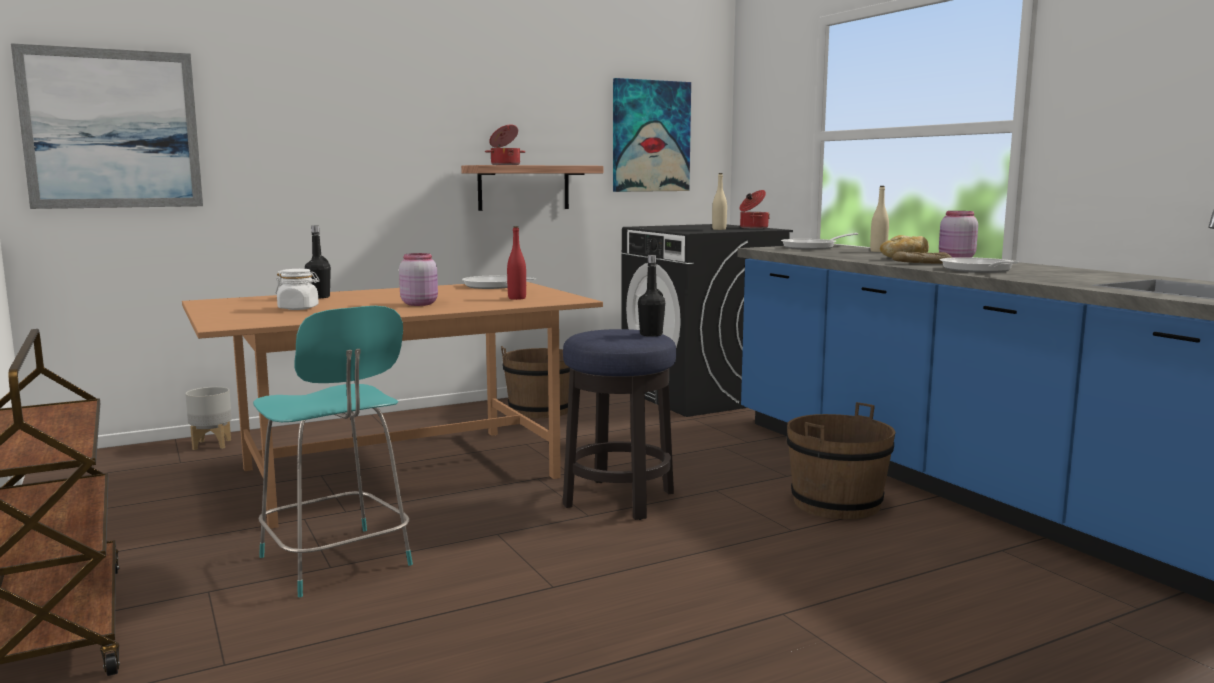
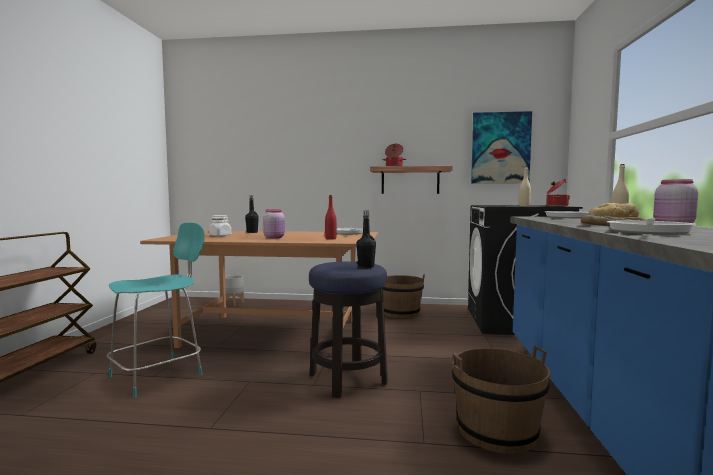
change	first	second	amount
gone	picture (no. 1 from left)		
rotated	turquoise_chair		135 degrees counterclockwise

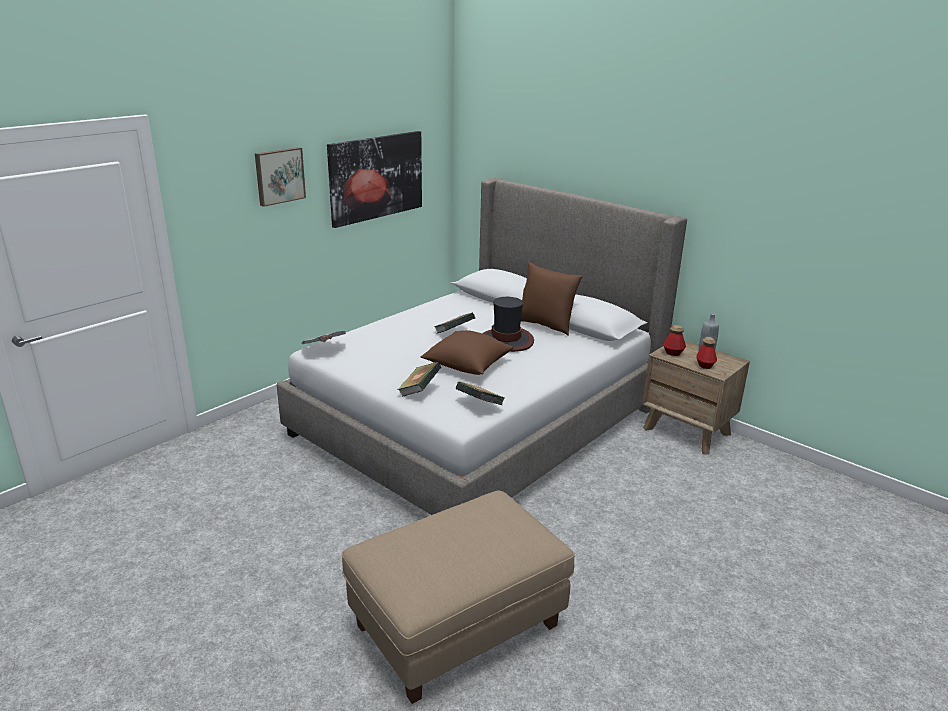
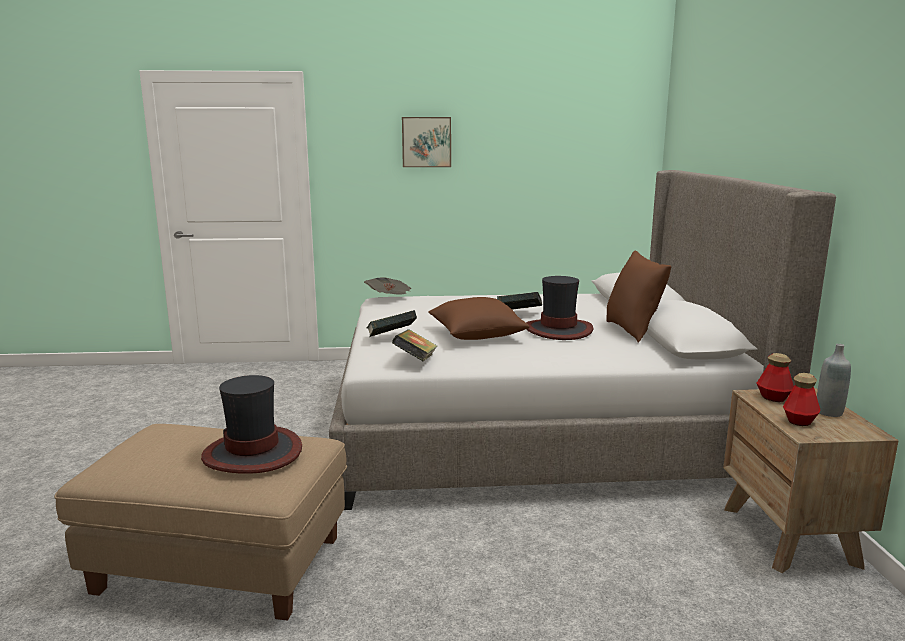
change	first	second	amount
gone	picture (no. 2 from left)		
new		hat (no. 1 from left)	

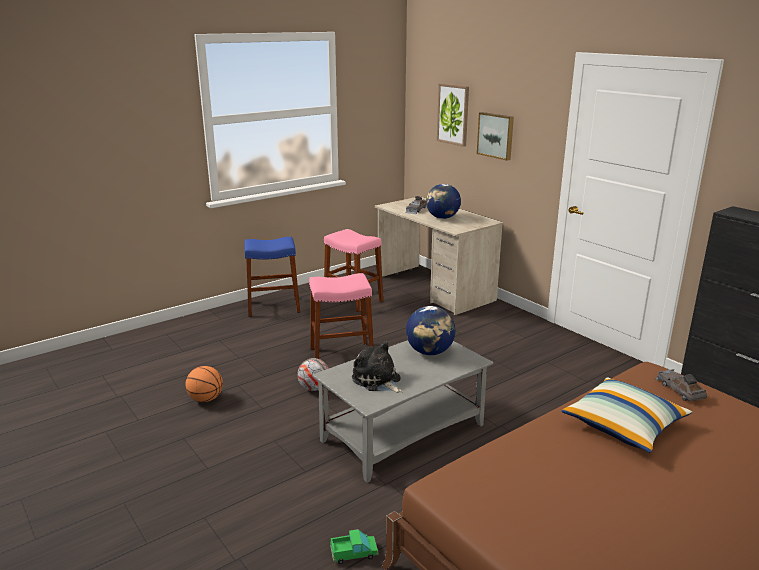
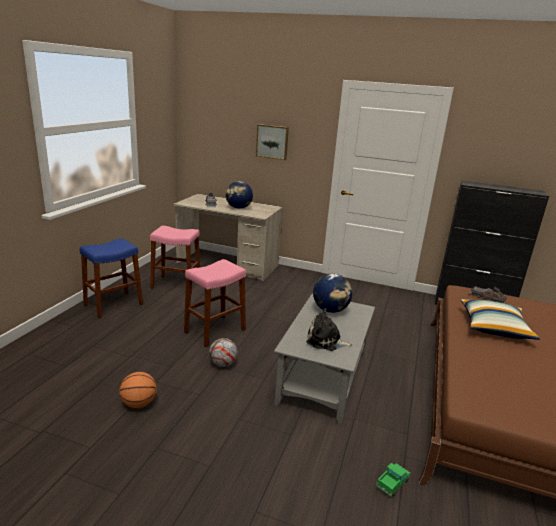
change	first	second	amount
gone	picture (no. 1 from left)		

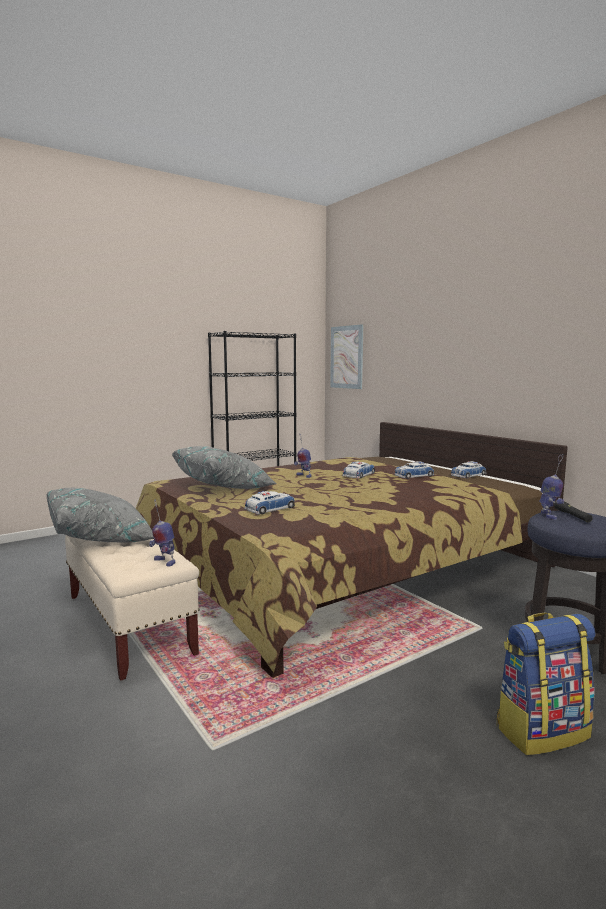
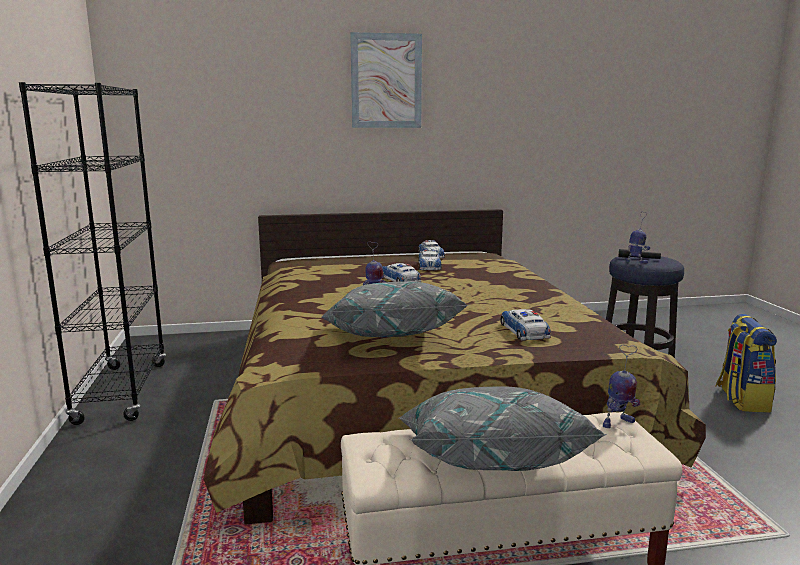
change	first	second	amount
shifted	picture		

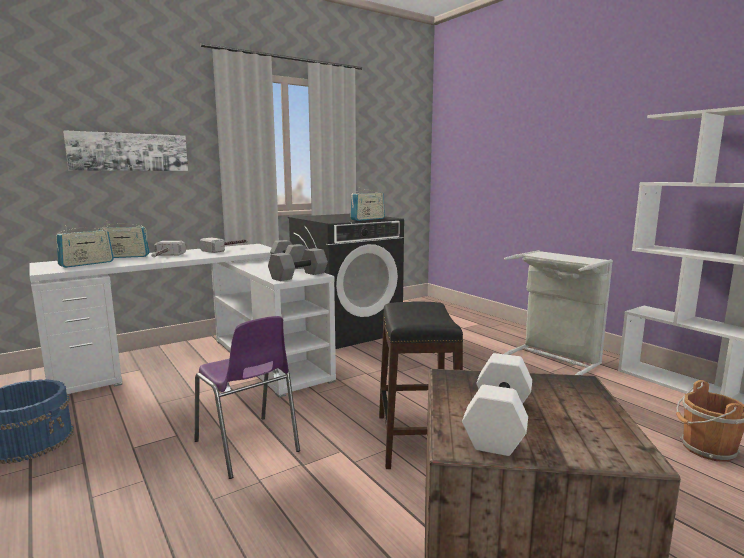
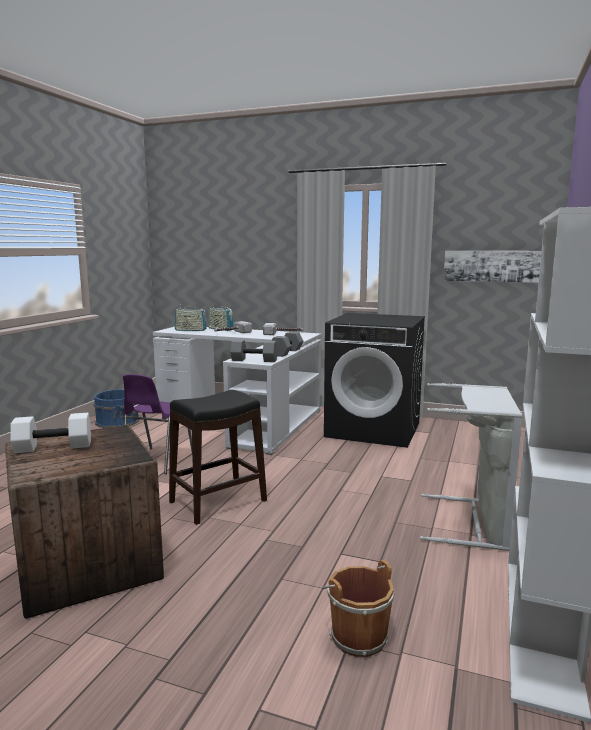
change	first	second	amount
shifted	picture		
gone	radio (no. 3 from left)		

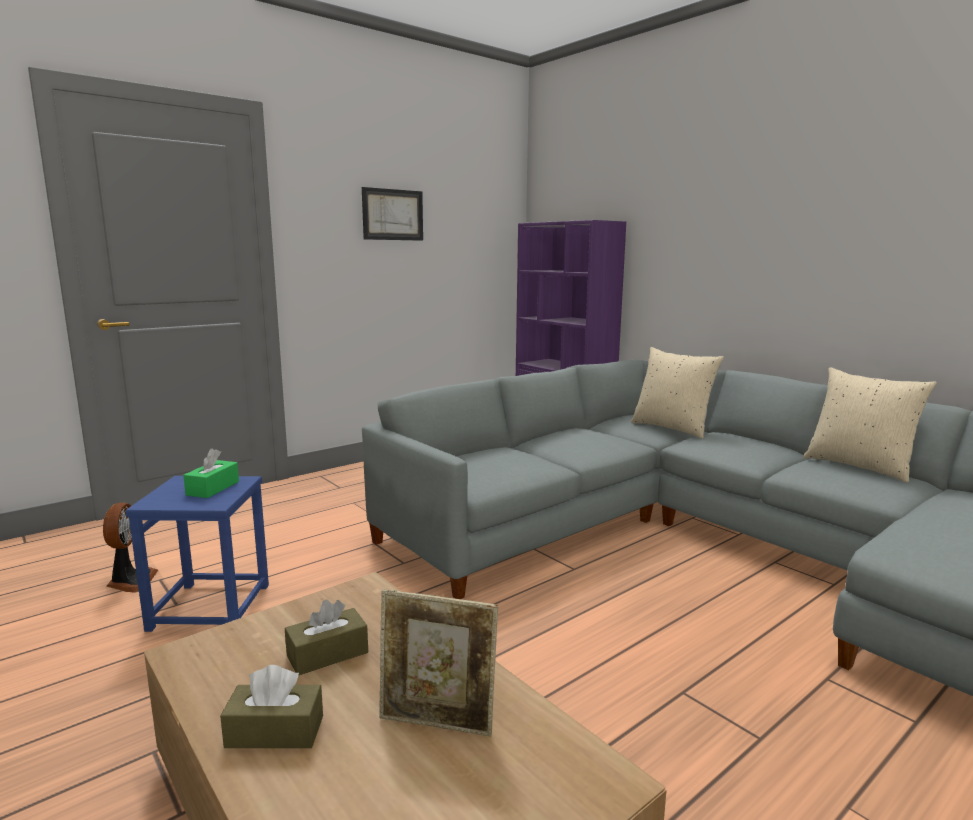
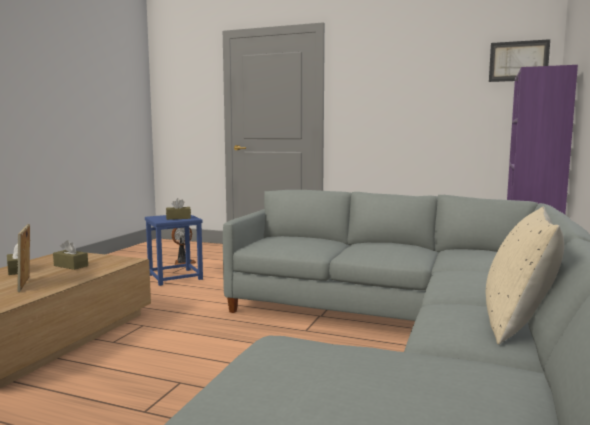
change	first	second	amount
repainted	green_tissue_box	brown_tissue_box (no. 3 from left)	
shifted	picture		
gone	beige_pillow (no. 1 from left)		

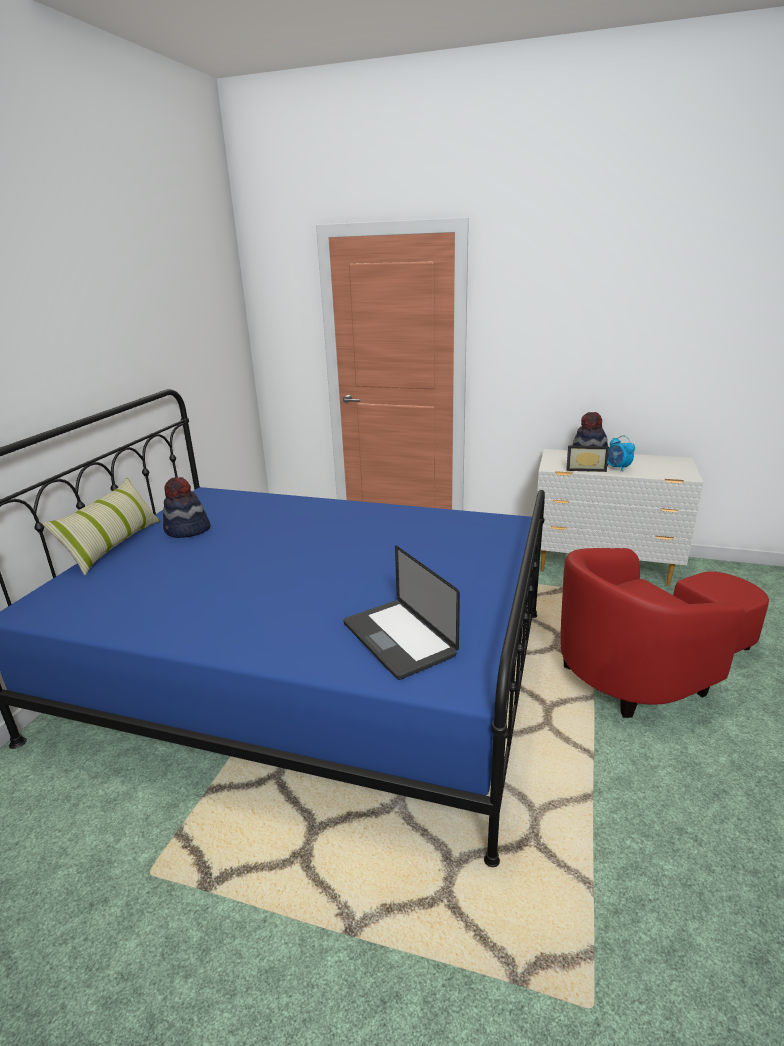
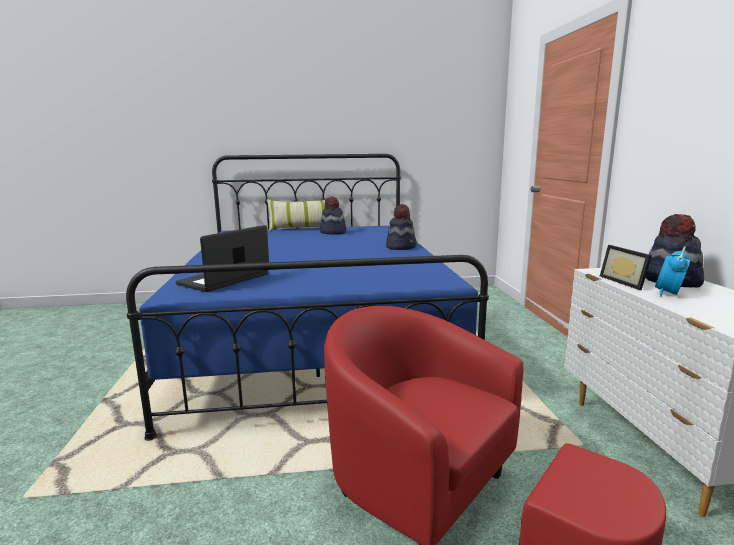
change	first	second	amount
new		hat (no. 2 from left)	

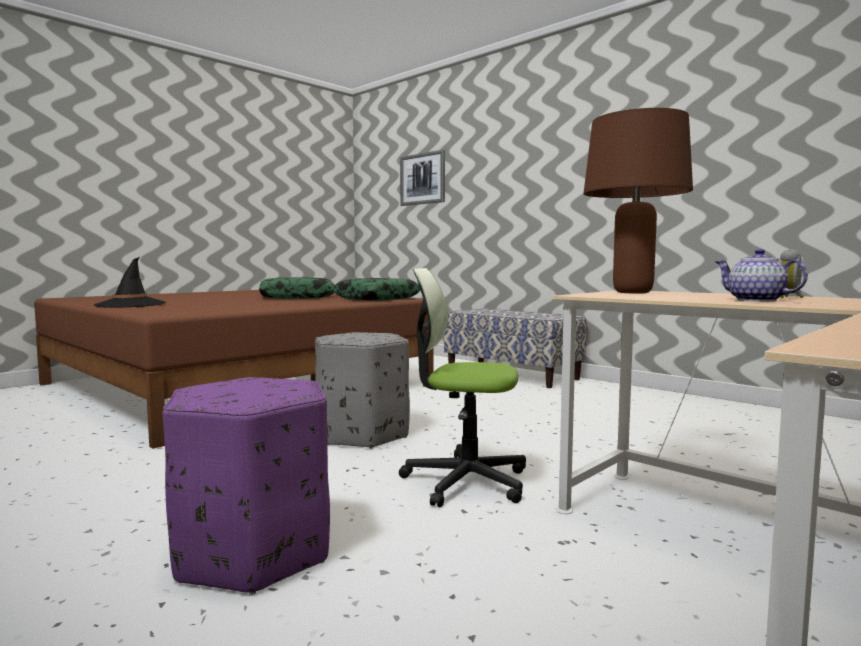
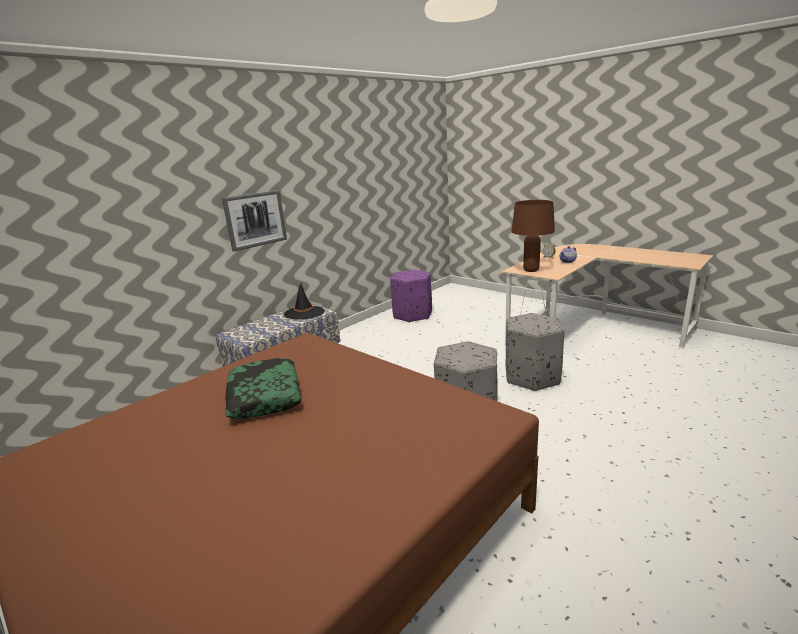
change	first	second	amount
shifted	black_hat		
shifted	purple_ottoman		
gone	pillow (no. 2 from left)		
swapped	office_chair	grey_ottoman (no. 2 from left)	
shifted	picture		

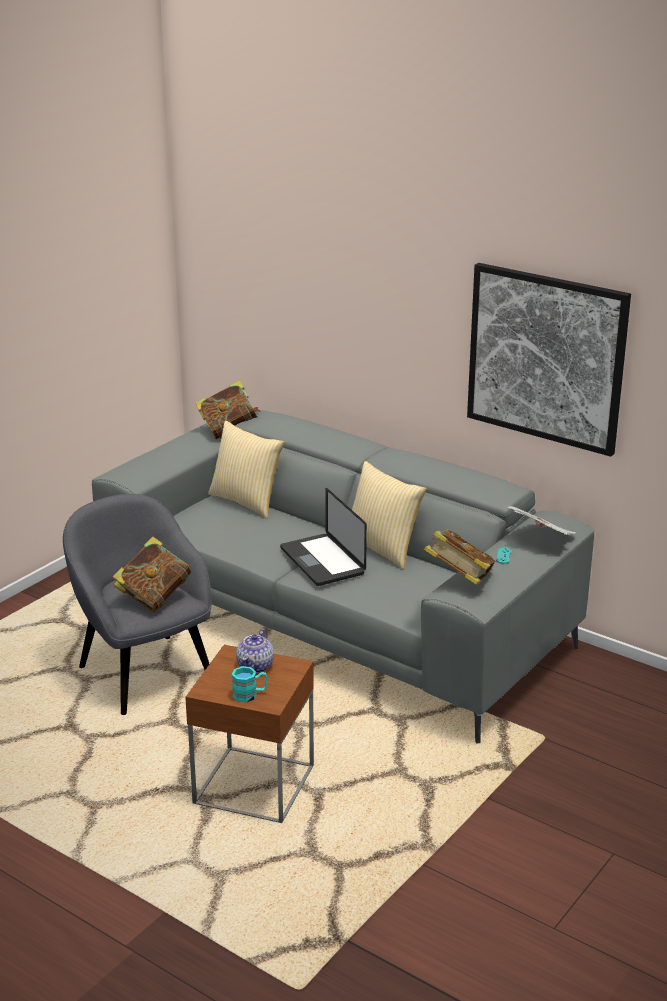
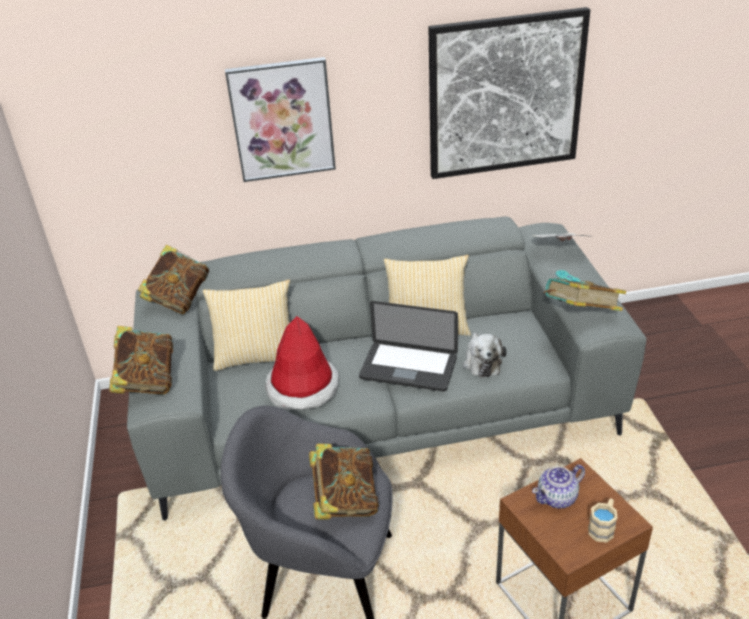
change	first	second	amount
repainted	turquoise_mug	beige_mug	
rotated	teapot		90 degrees clockwise
new		book (no. 1 from left)	
new		picture (no. 1 from left)	
new		hat	
new		plush_toy	

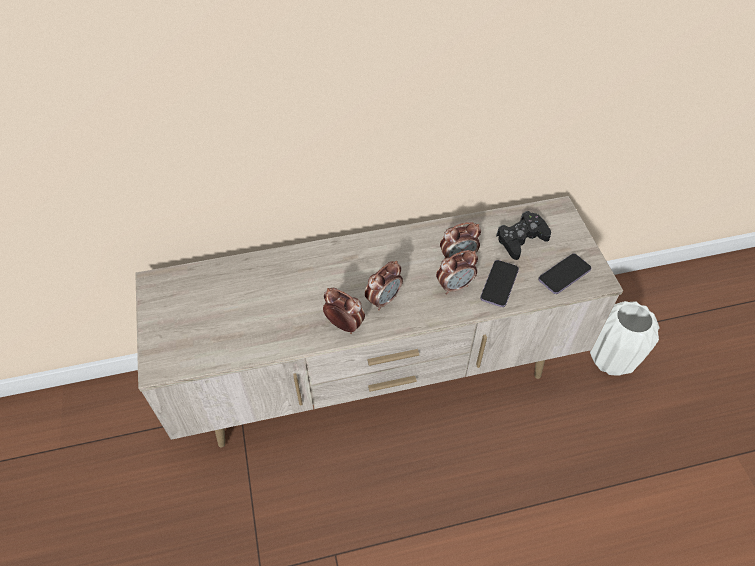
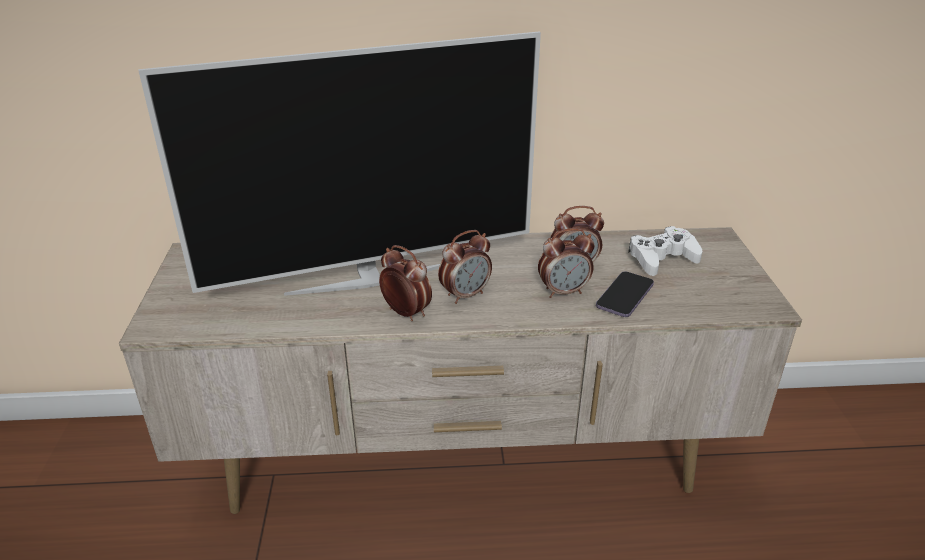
change	first	second	amount
repainted	black_game_controller	white_game_controller	
gone	phone (no. 2 from left)		
gone	white_vase		
new		television	

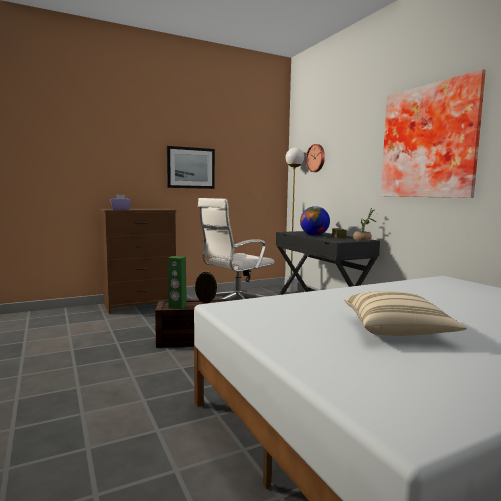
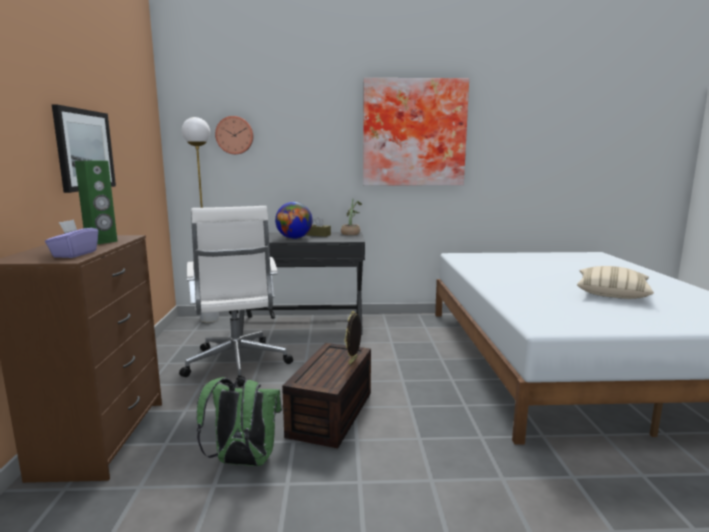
change	first	second	amount
shifted	green_speaker		
new		green_backpack	

